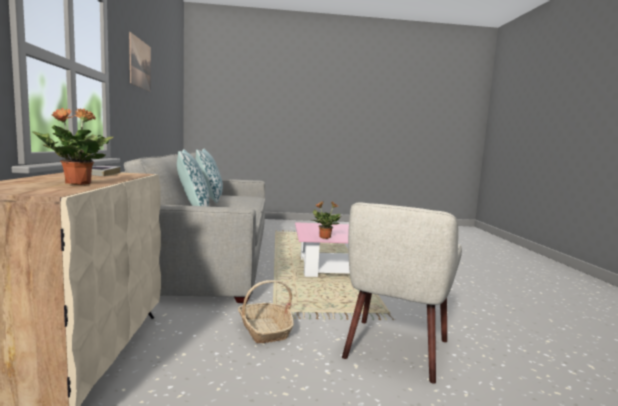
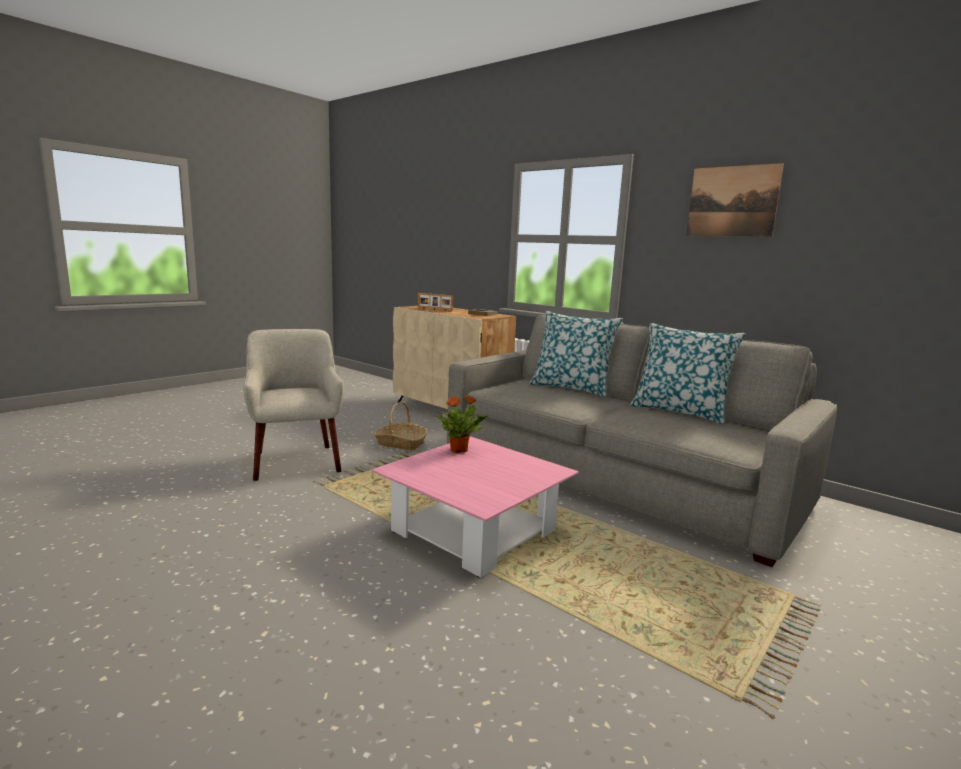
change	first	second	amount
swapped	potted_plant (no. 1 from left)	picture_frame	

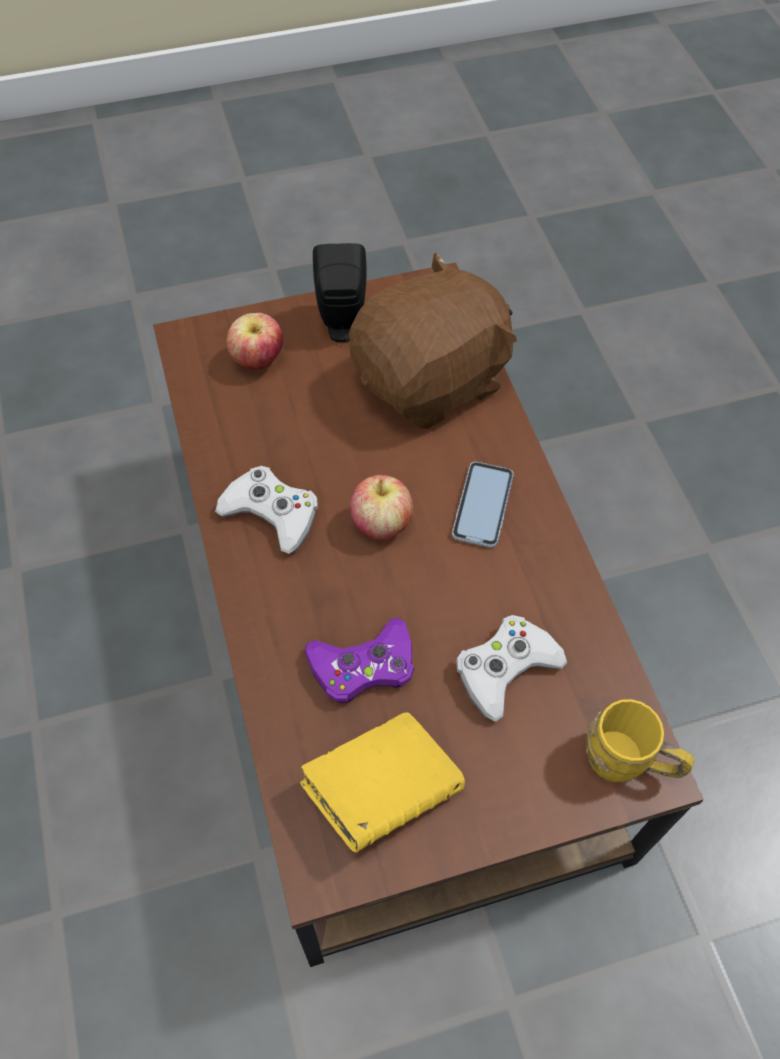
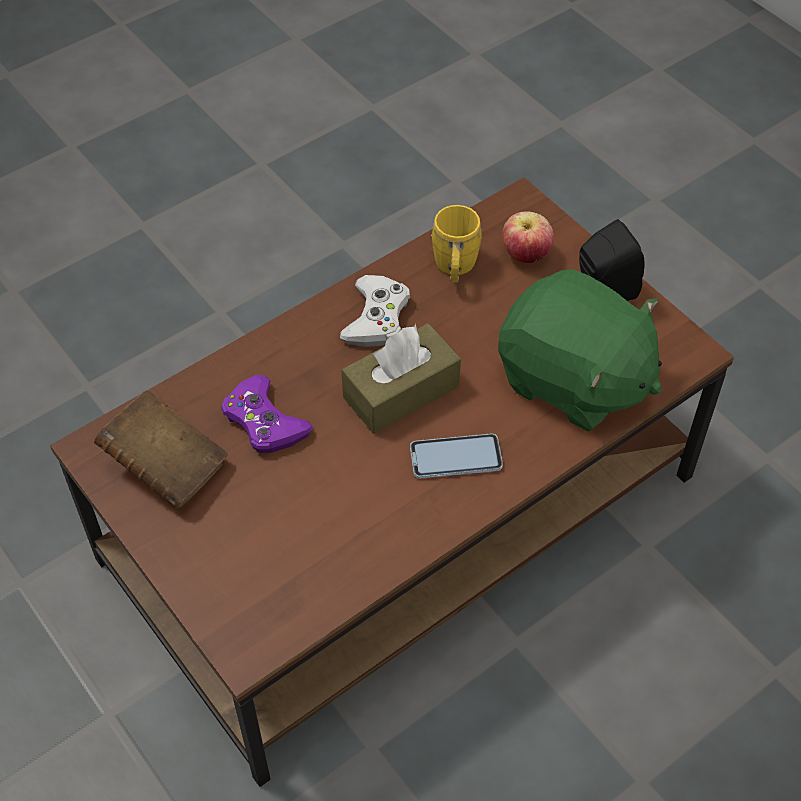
change	first	second	amount
repainted	yellow_book	brown_book	
repainted	brown_plush_toy	green_plush_toy	
swapped	apple (no. 2 from left)	brown_tissue_box	
gone	white_game_controller (no. 2 from left)		
shifted	yellow_mug		

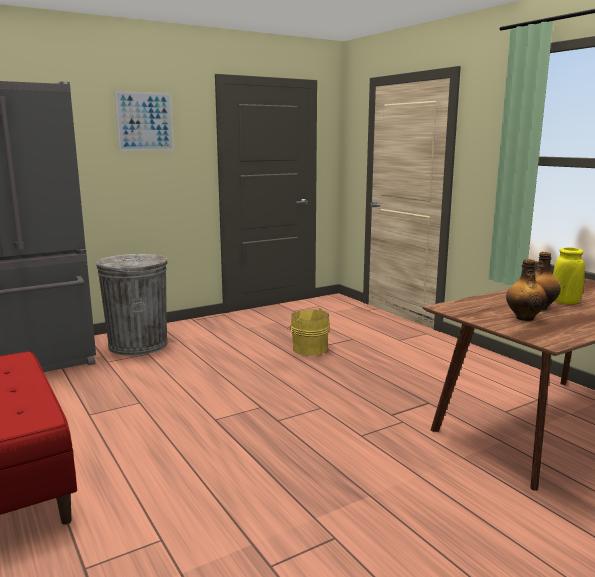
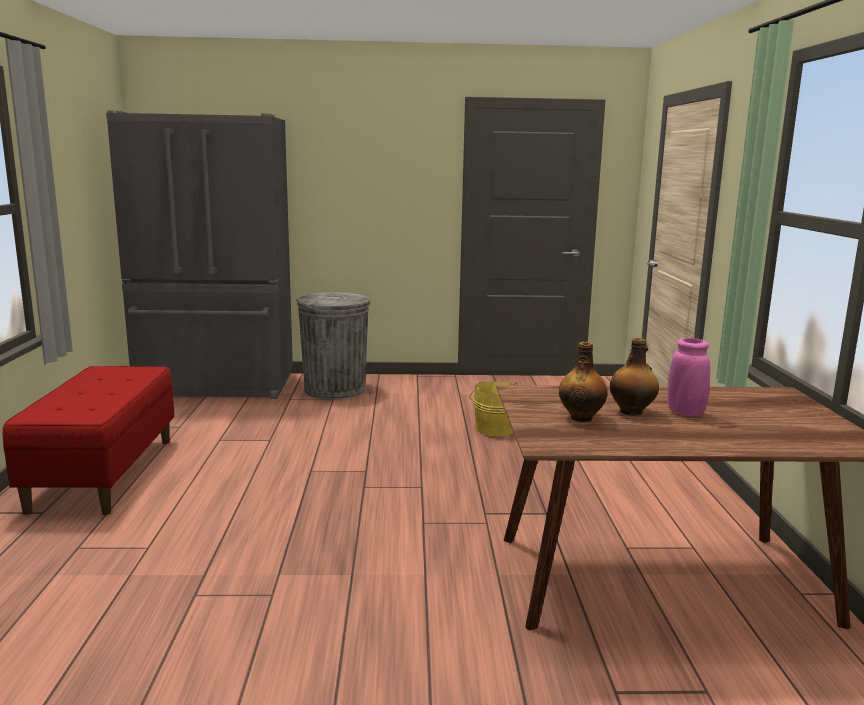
change	first	second	amount
gone	picture		
repainted	yellow_vase	pink_vase	

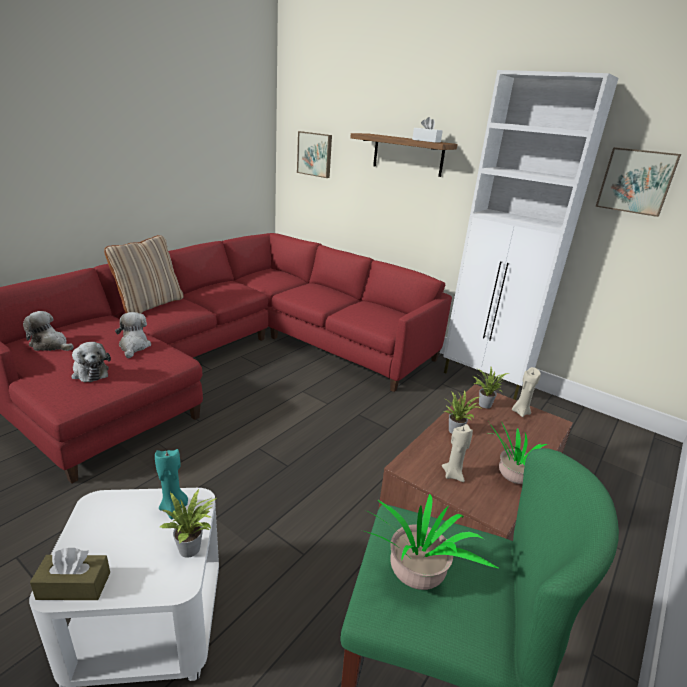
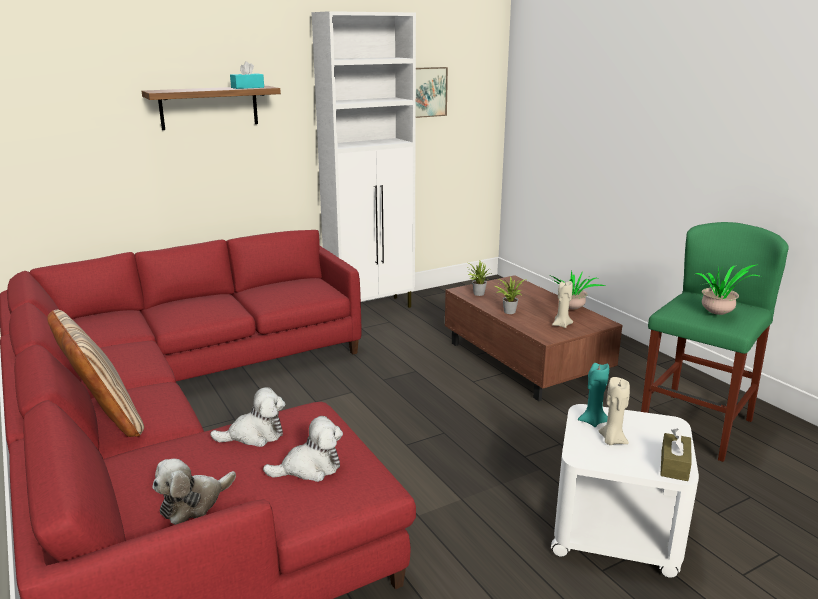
change	first	second	amount
rotated	plush_toy (no. 3 from left in the first image)	plush_toy (no. 2 from left)	150 degrees clockwise
gone	potted_plant (no. 1 from left)		
gone	picture (no. 1 from left)		
repainted	white_tissue_box	turquoise_tissue_box	
shifted	beige_candle (no. 2 from left)		

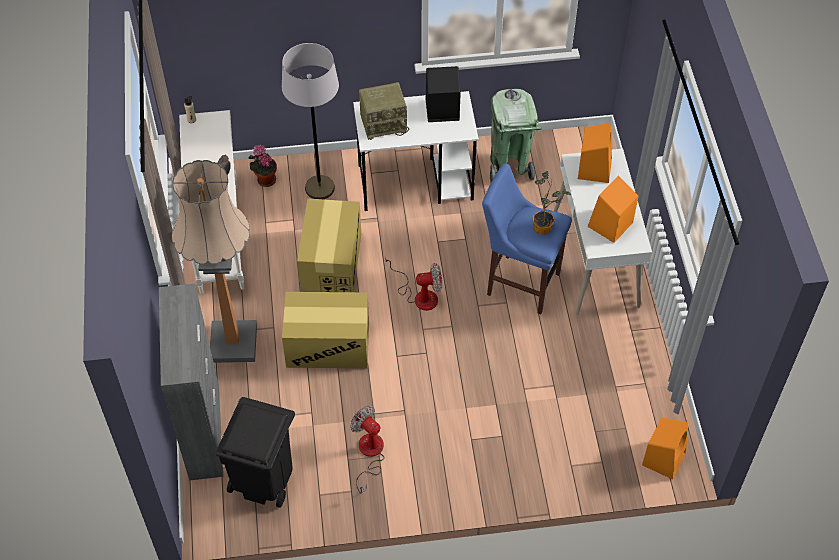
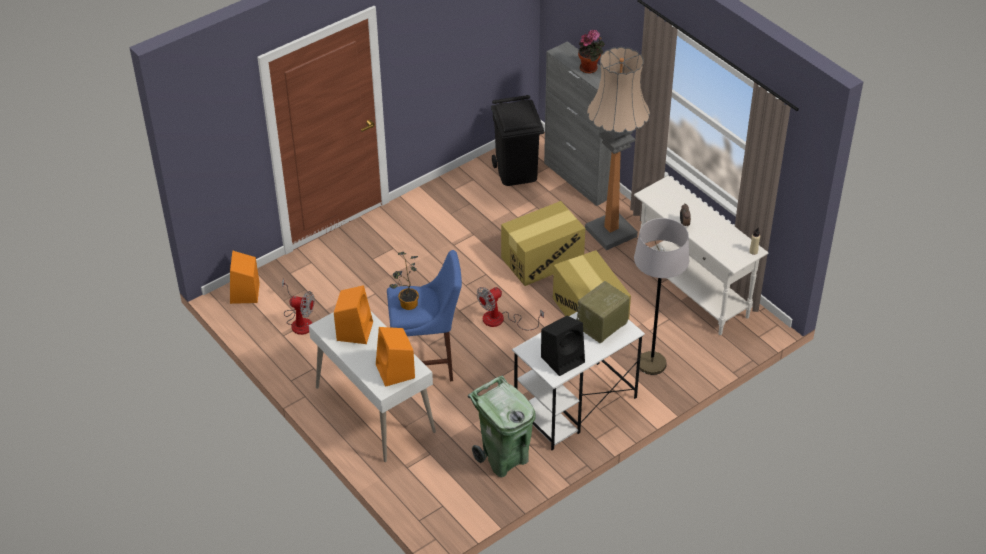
change	first	second	amount
shifted	potted_plant (no. 1 from left in the first image)	potted_plant (no. 2 from left)	
shifted	fan (no. 1 from left)		

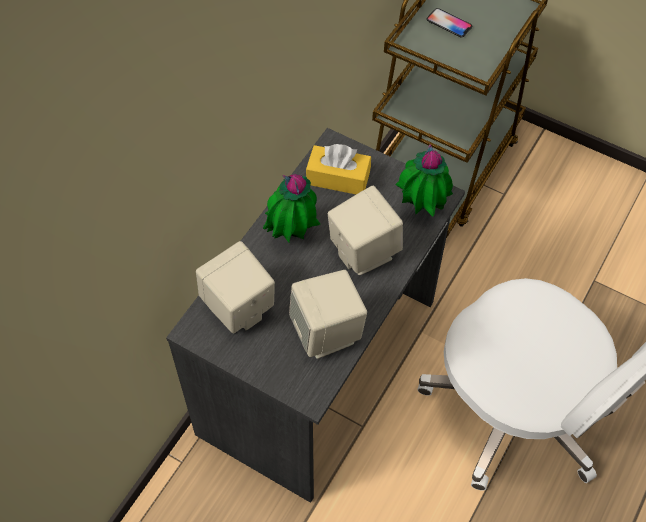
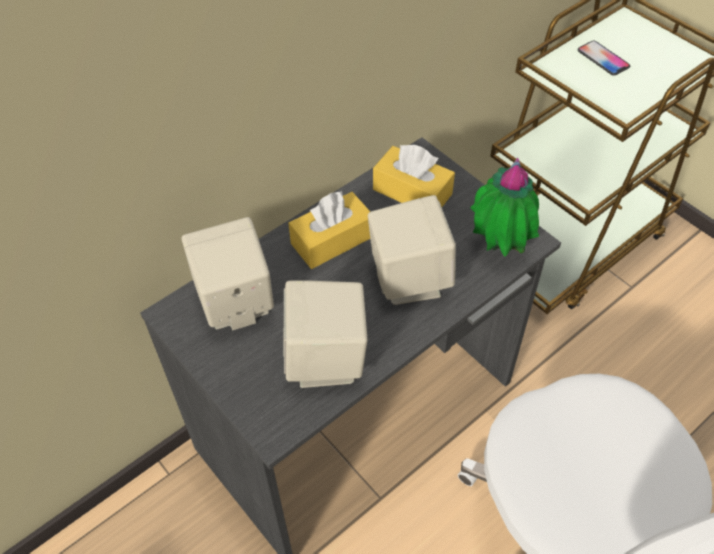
change	first	second	amount
swapped	potted_plant (no. 1 from left)	yellow_tissue_box (no. 1 from left)	

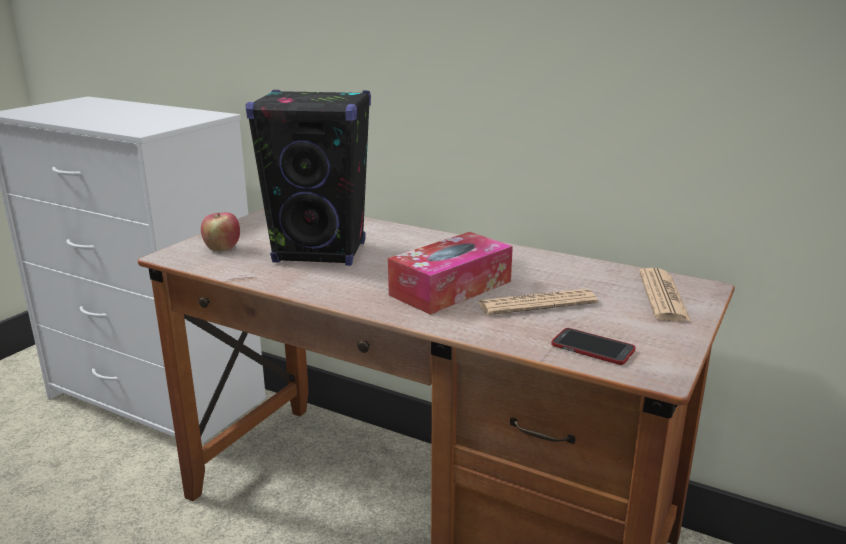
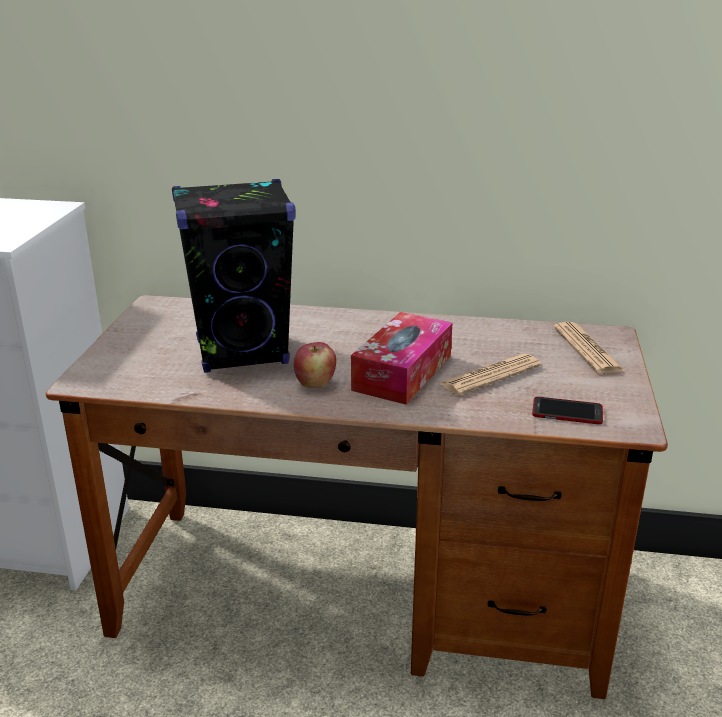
change	first	second	amount
shifted	apple		

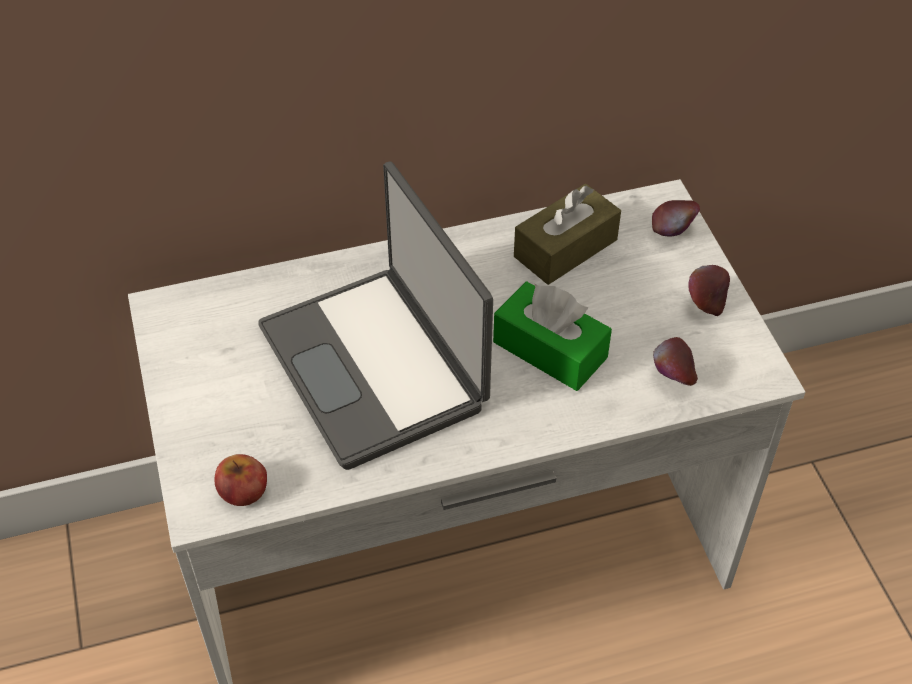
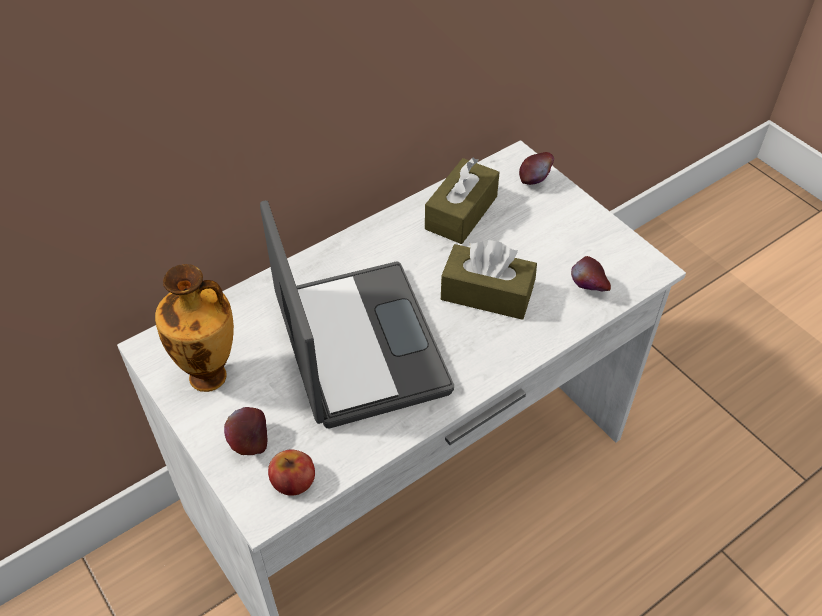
change	first	second	amount
rotated	laptop		150 degrees counterclockwise
repainted	green_tissue_box	brown_tissue_box (no. 2 from left)	
shifted	apple (no. 4 from left in the first image)	apple (no. 1 from left)	
new		vase	

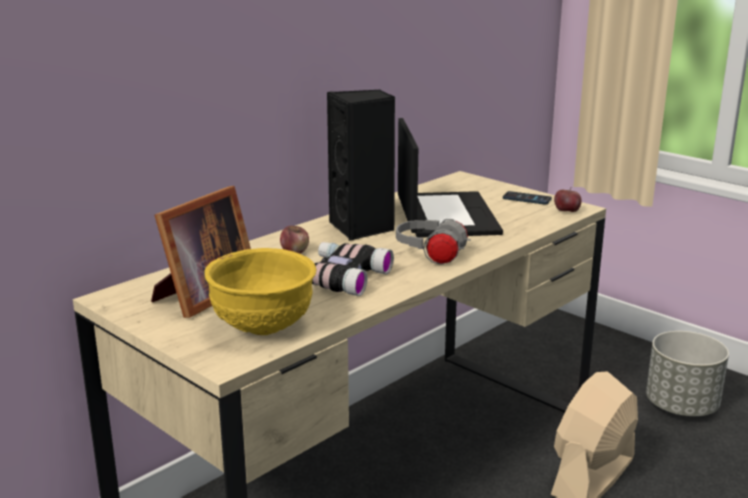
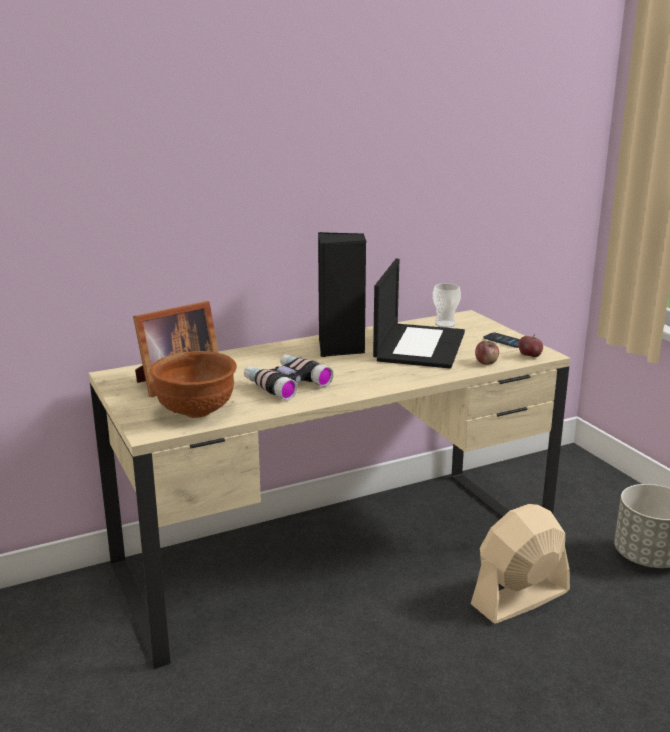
change	first	second	amount
repainted	yellow_bowl	brown_bowl	
shifted	apple (no. 1 from left)		
gone	grey_headphones		
new		cup	

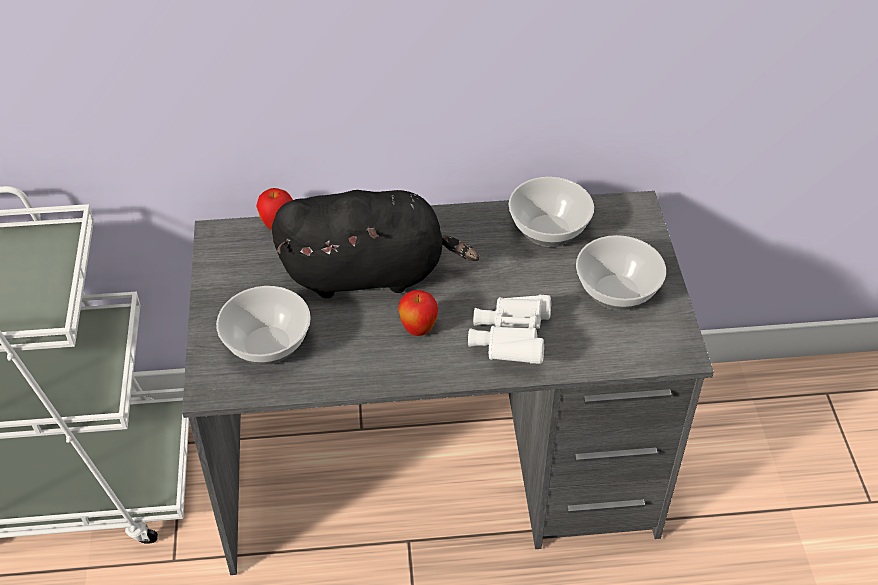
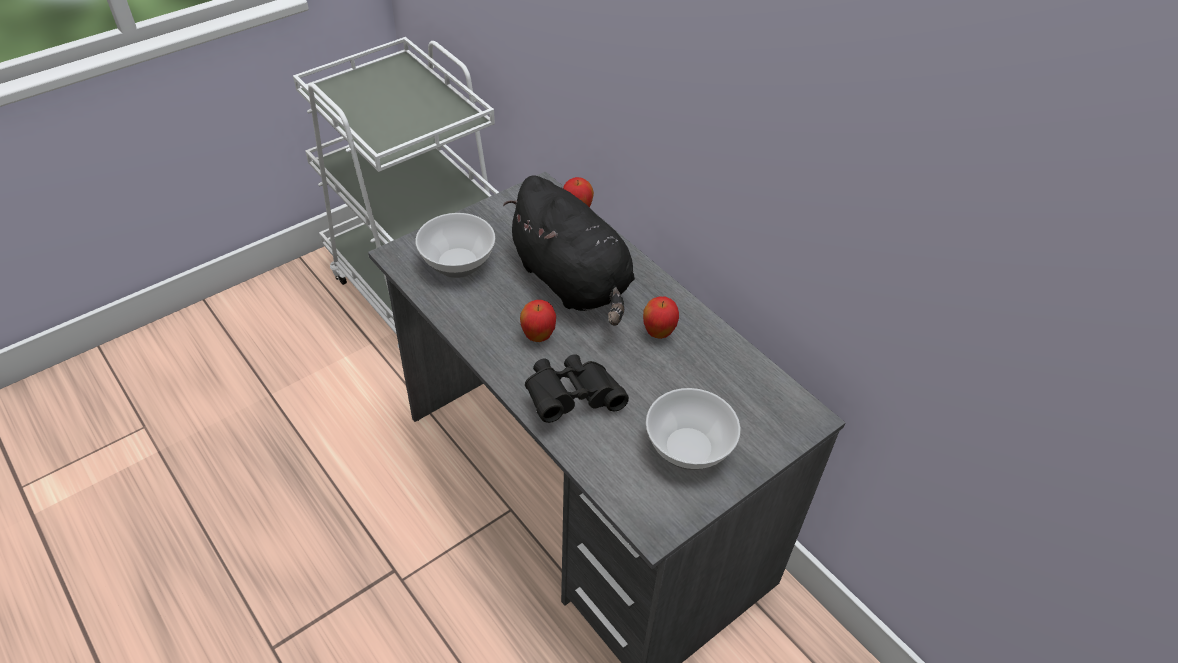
change	first	second	amount
repainted	white_binoculars	black_binoculars	
gone	bowl (no. 2 from left)		
new		apple (no. 3 from left)	

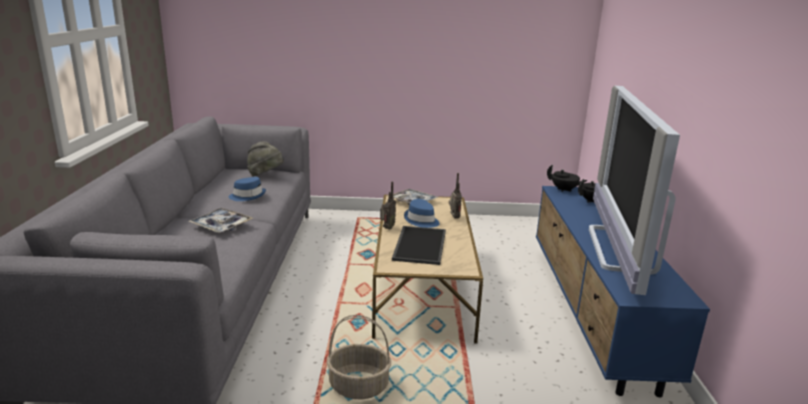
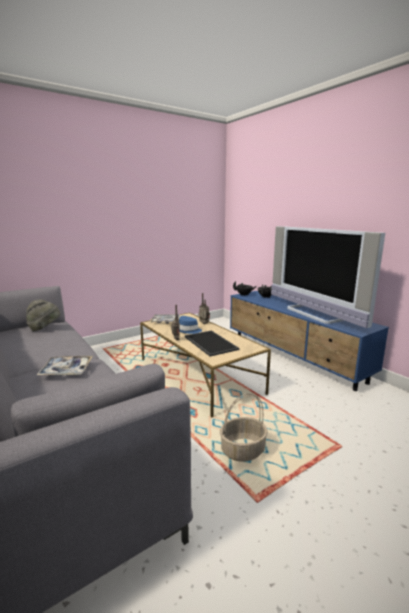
change	first	second	amount
gone	blue_hat (no. 1 from left)		

